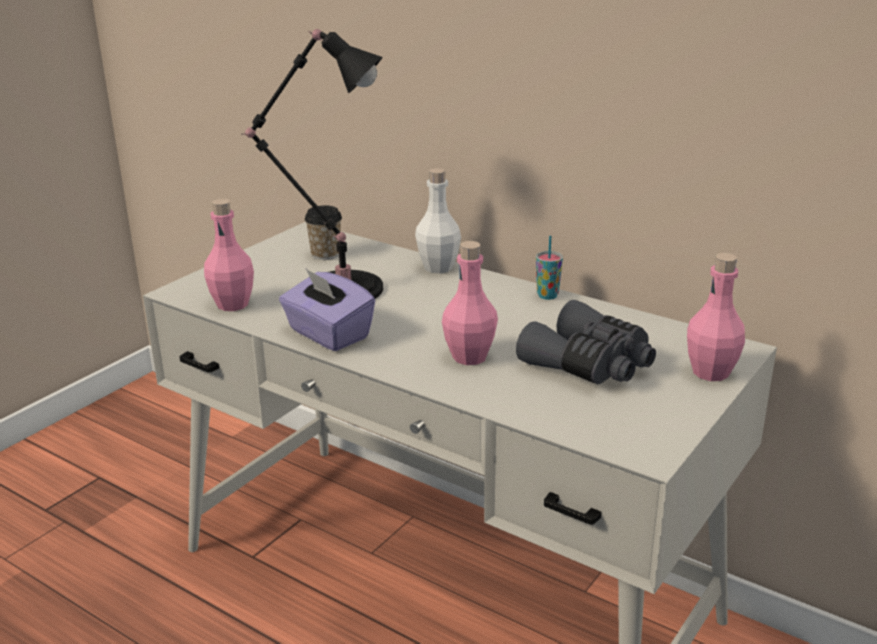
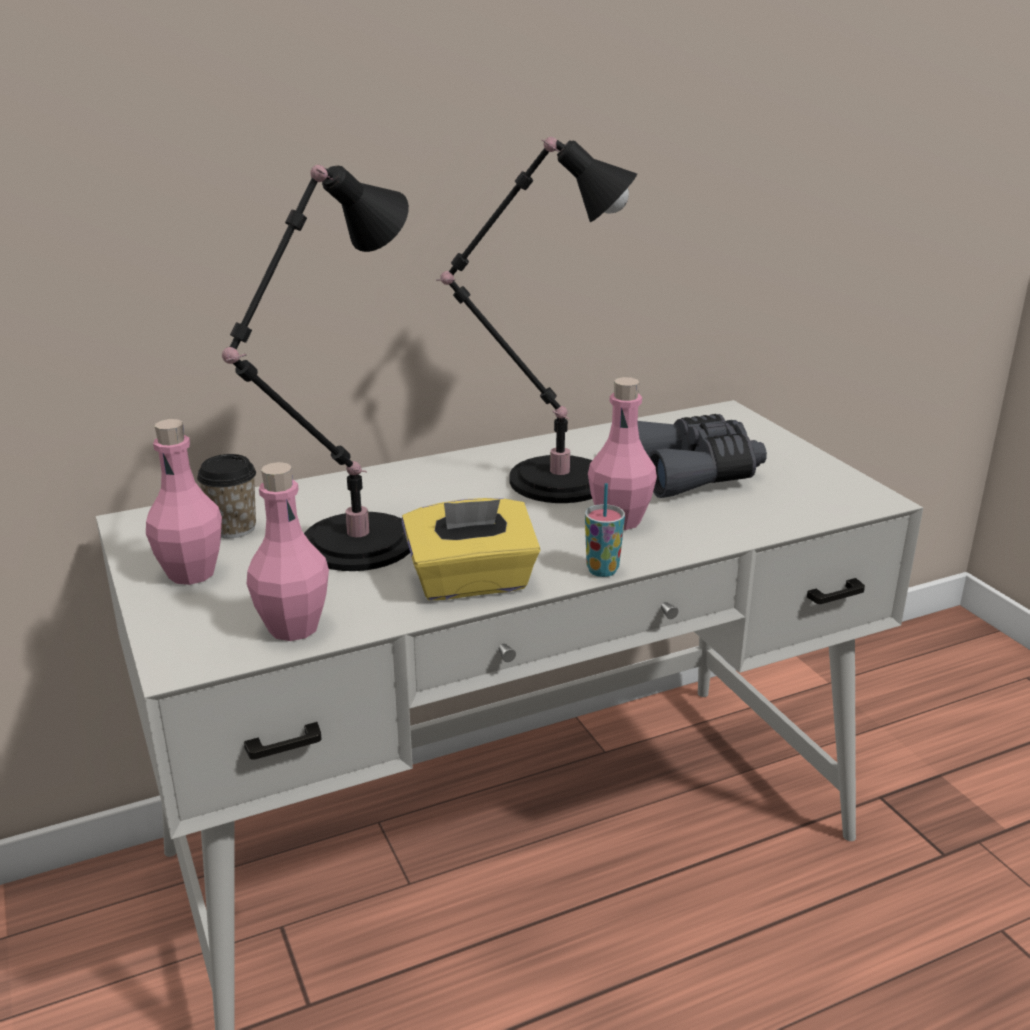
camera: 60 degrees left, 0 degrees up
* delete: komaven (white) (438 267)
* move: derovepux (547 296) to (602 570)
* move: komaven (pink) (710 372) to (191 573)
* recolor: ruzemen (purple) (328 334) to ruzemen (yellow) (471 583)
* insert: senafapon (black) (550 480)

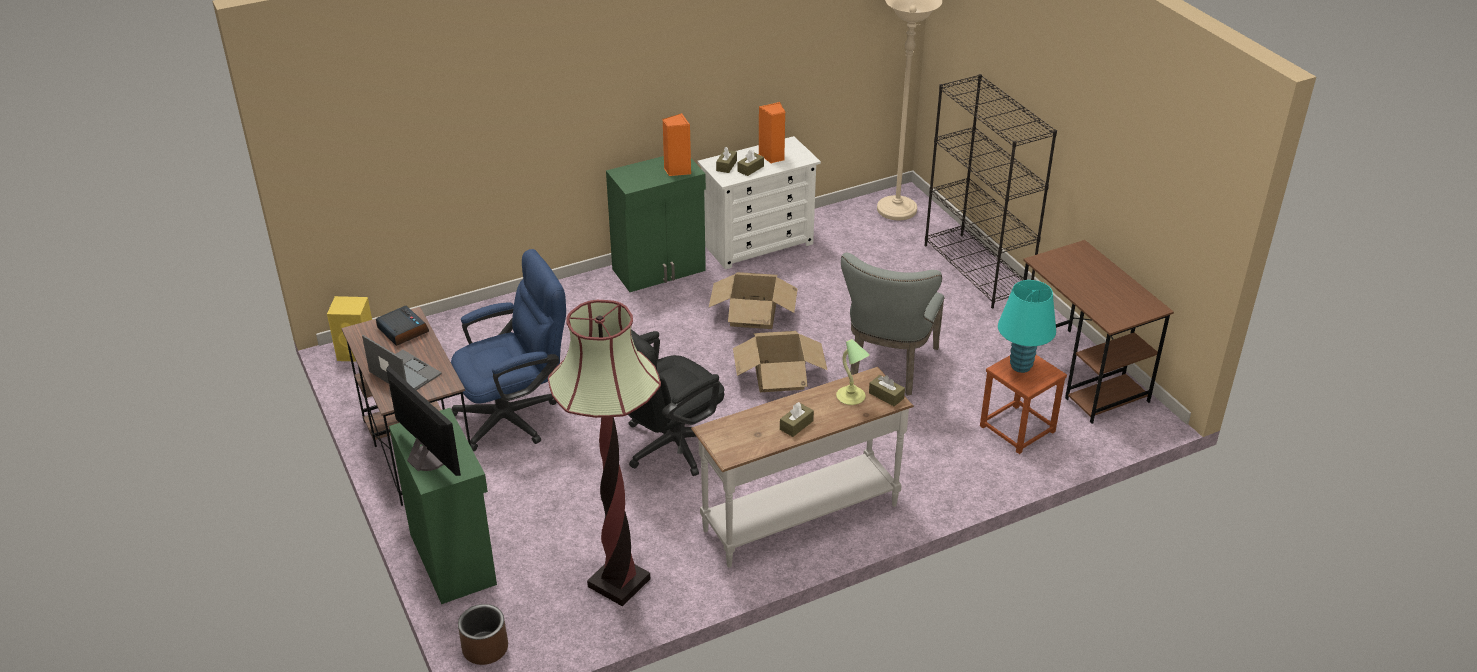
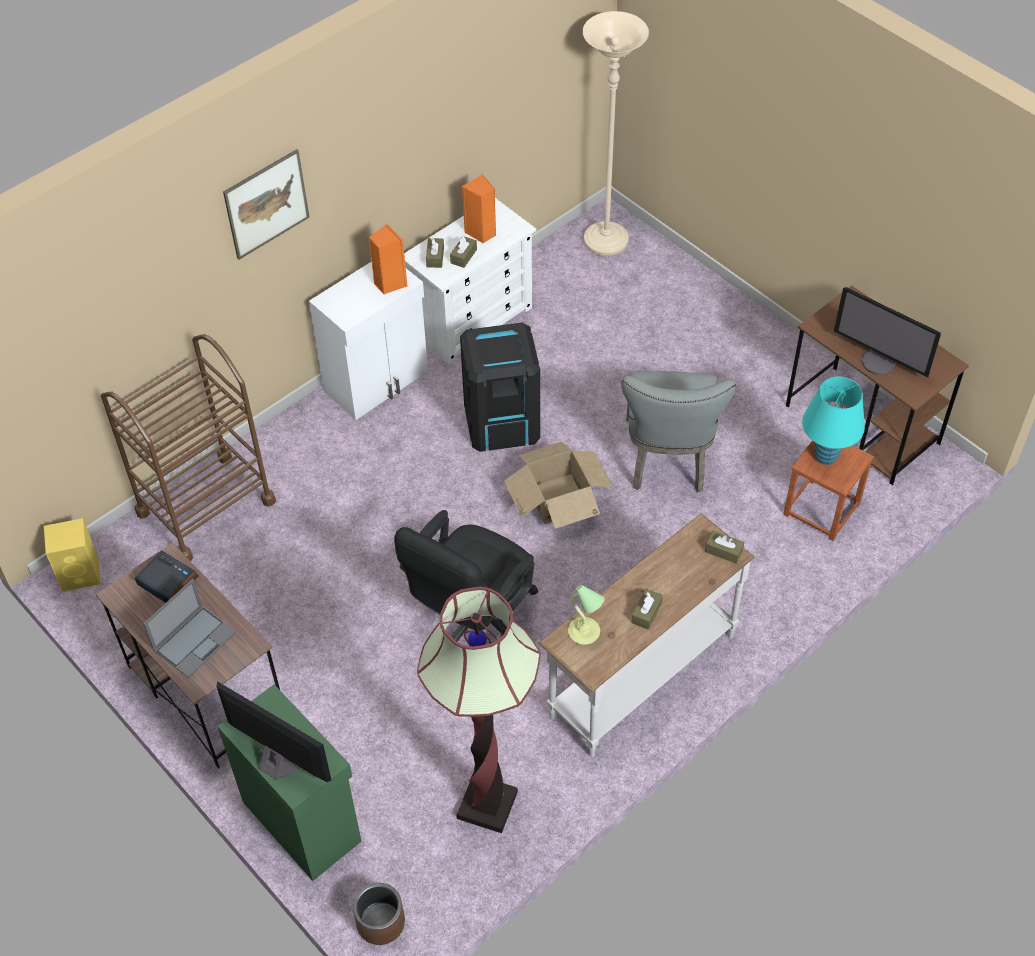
camera: 15 degrees left, 15 degrees up
* delete: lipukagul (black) (977 270)
* recolor: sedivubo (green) (660 270) to sedivubo (white) (378 382)
* delete: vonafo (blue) (515 415)
* replace: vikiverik (753 315) to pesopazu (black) (502 421)
* rotate: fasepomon (404 373) = (195 640) 105 degrees clockwise
* move: senafapon (851 397) to (585 632)
* insert: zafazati (266 204)
* insert: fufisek (879 361)
* insert: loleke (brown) (206 507)

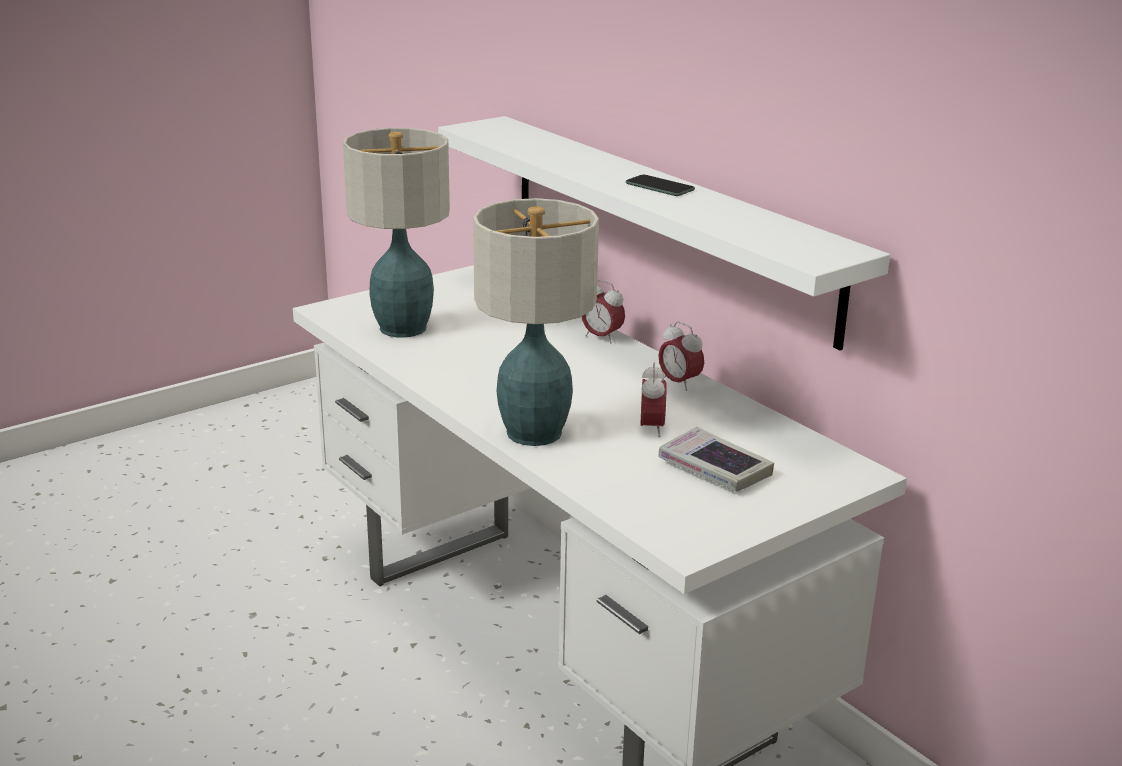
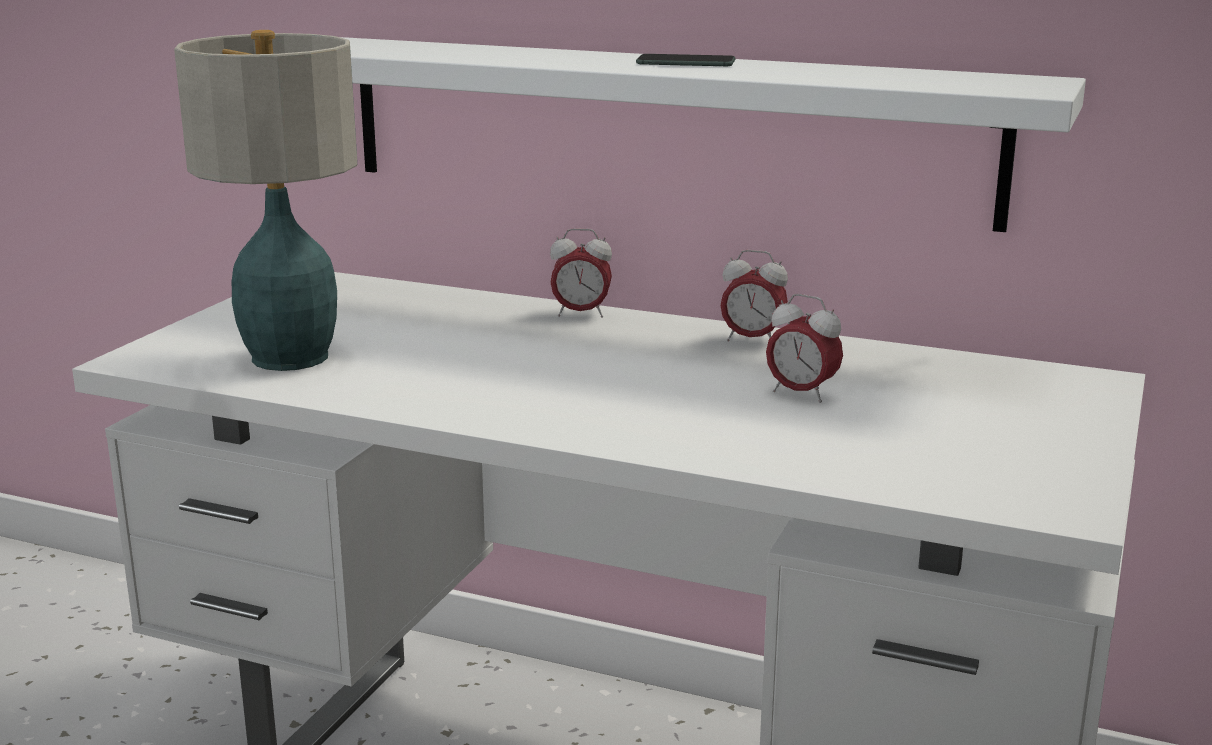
camera: 30 degrees left, 5 degrees down
* delete: senafapon (532 432)
* rotate: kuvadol (651 428) = (801 393) 150 degrees clockwise
* delete: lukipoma (714 468)

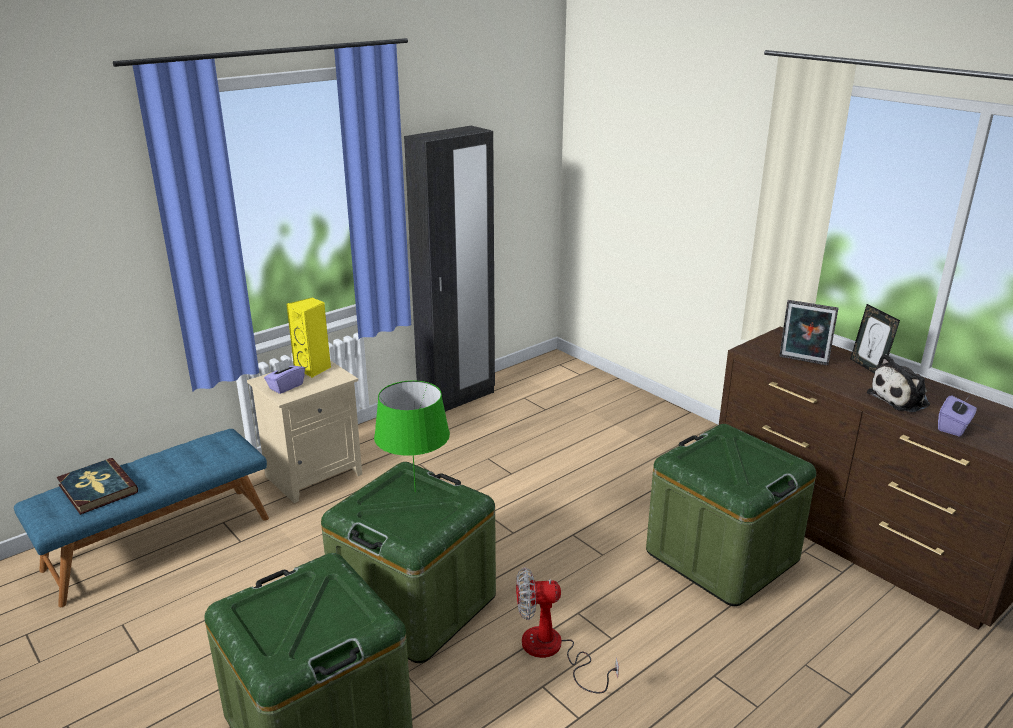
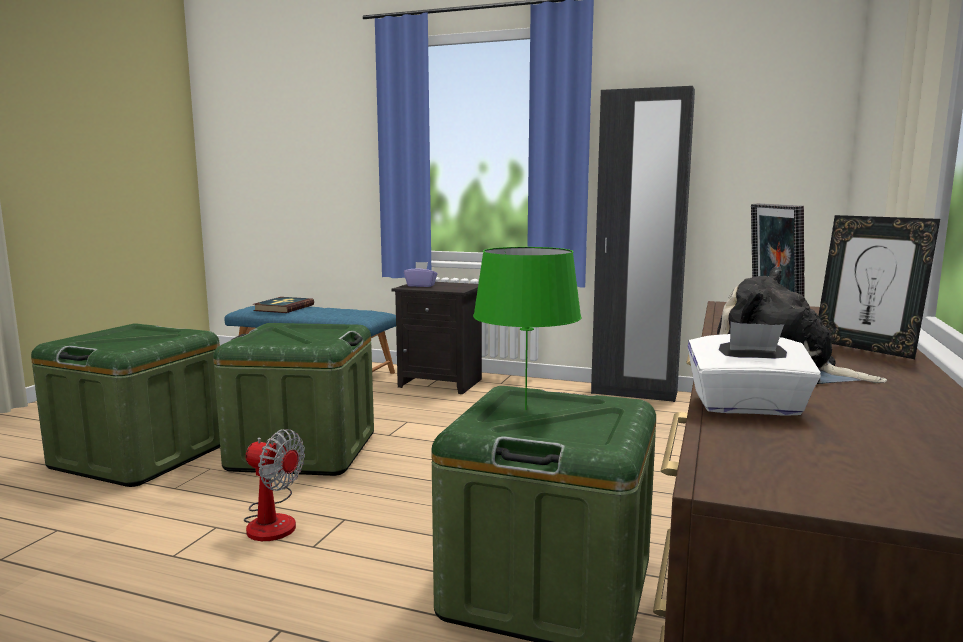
camera: 60 degrees right, 15 degrees down
* delete: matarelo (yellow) (314 369)
* rotate: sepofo (868 367) = (865 348) 75 degrees counterclockwise
* recolor: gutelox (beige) (314 474) to gutelox (black) (442 383)
* move: senafapon (green) (415 491) to (525 409)
* recolor: ruzemen (purple) (953 427) to ruzemen (white) (747 407)
* rotate: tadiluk (552 651) = (272 520) 150 degrees clockwise

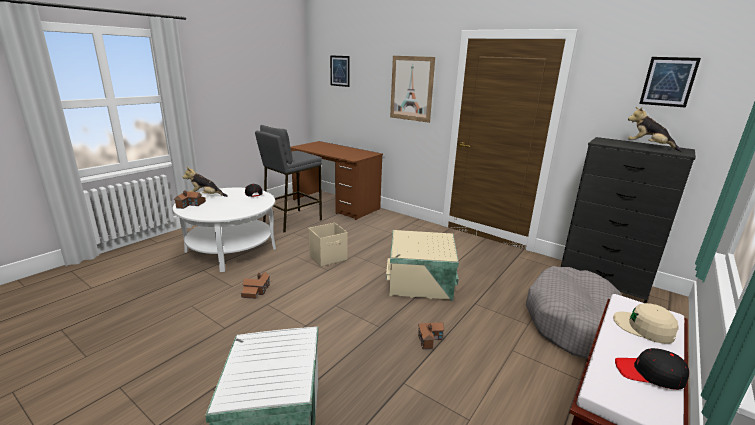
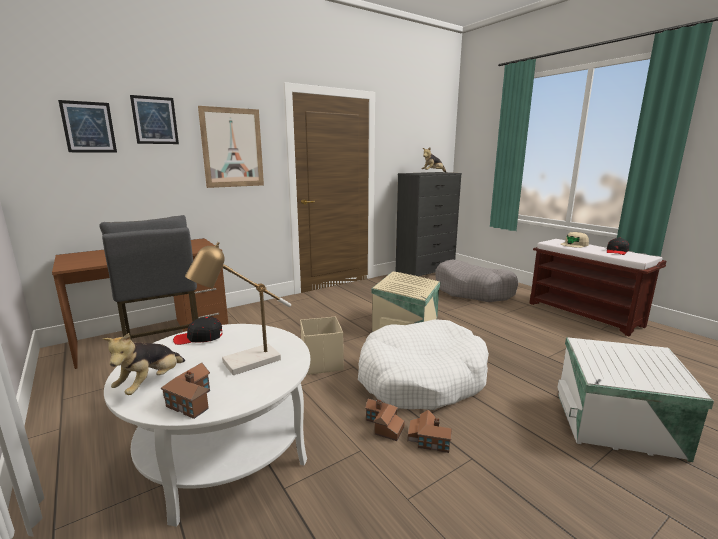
camera: 70 degrees left, 5 degrees down
* move: zafazati (668 81) to (155 120)
* move: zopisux (430 338) to (428 439)
* insert: senafapon (244 364)
* insert: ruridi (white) (421 378)

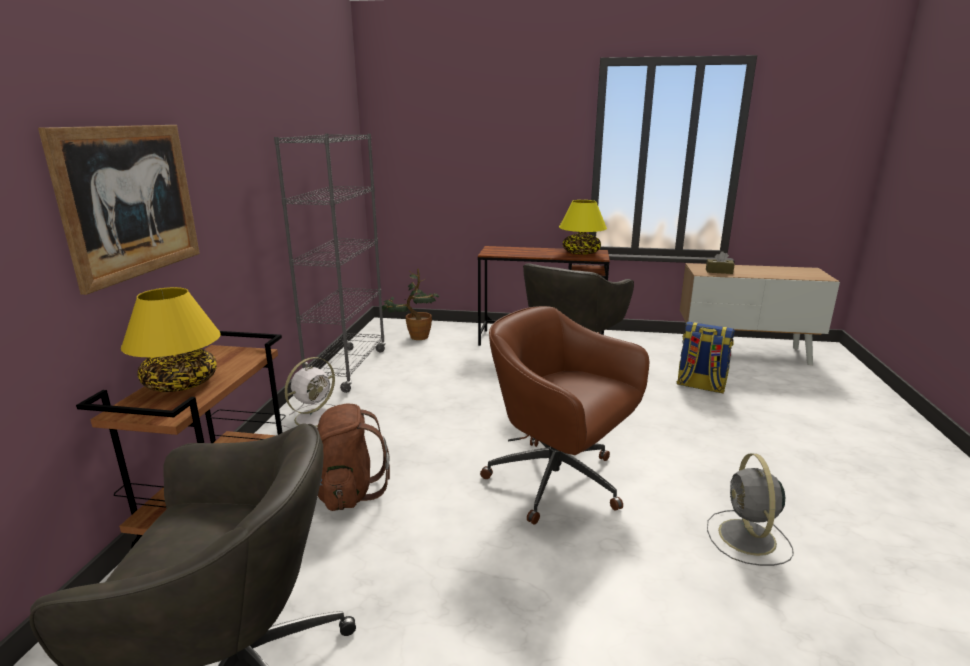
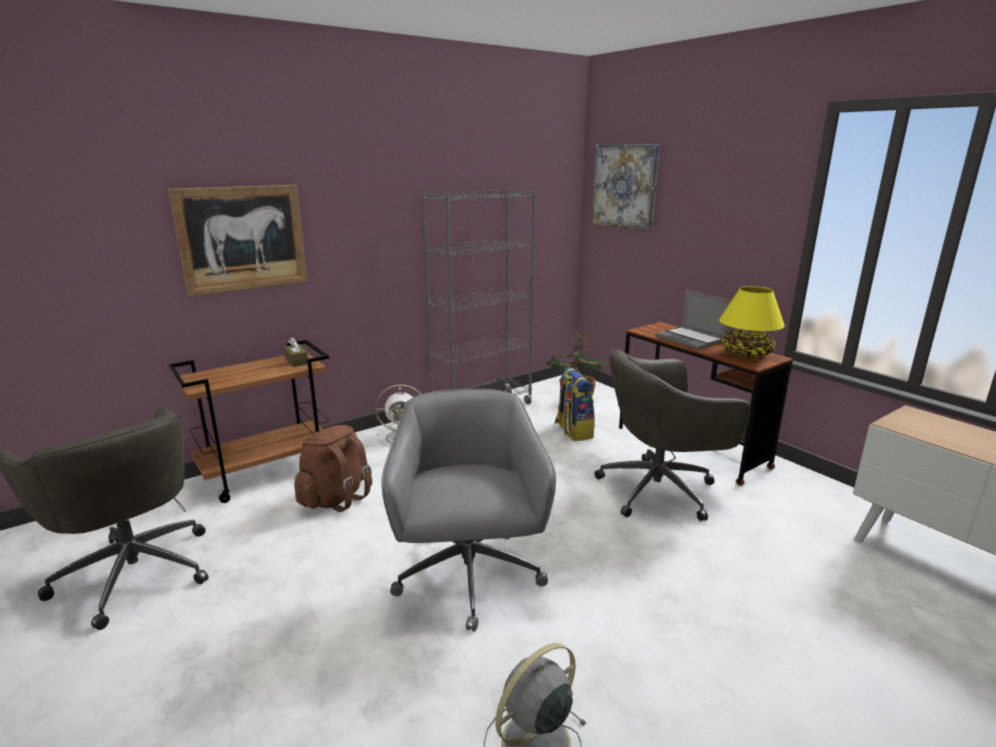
camera: 45 degrees right, 0 degrees up
* move: ruzemen (brown) (719 271) to (296 361)
* delete: senafapon (yellow) (180 383)
* recolor: vonafo (brown) (559 482) to vonafo (grey) (469 578)
* move: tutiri (700 386) to (573 431)
* insert: zafazati (625 186)
* insert: fasepomon (691 339)

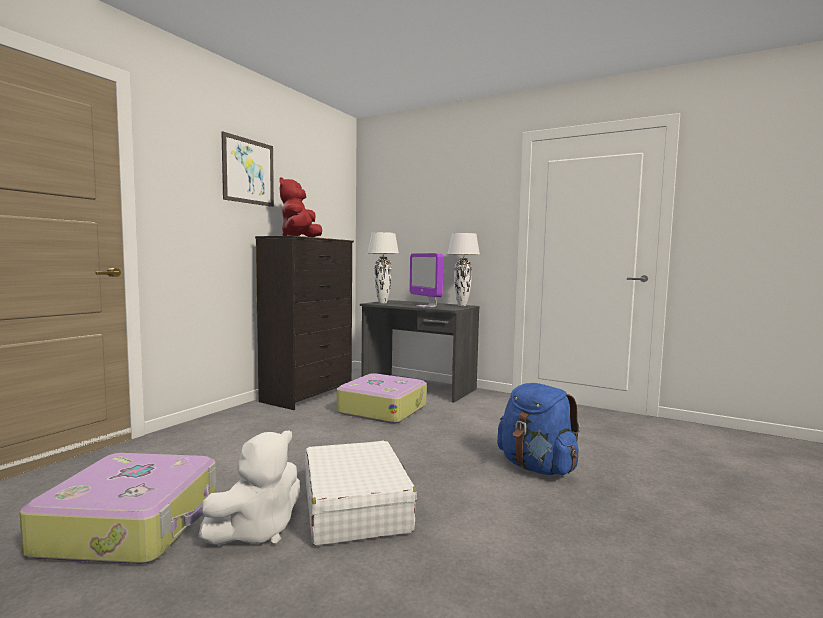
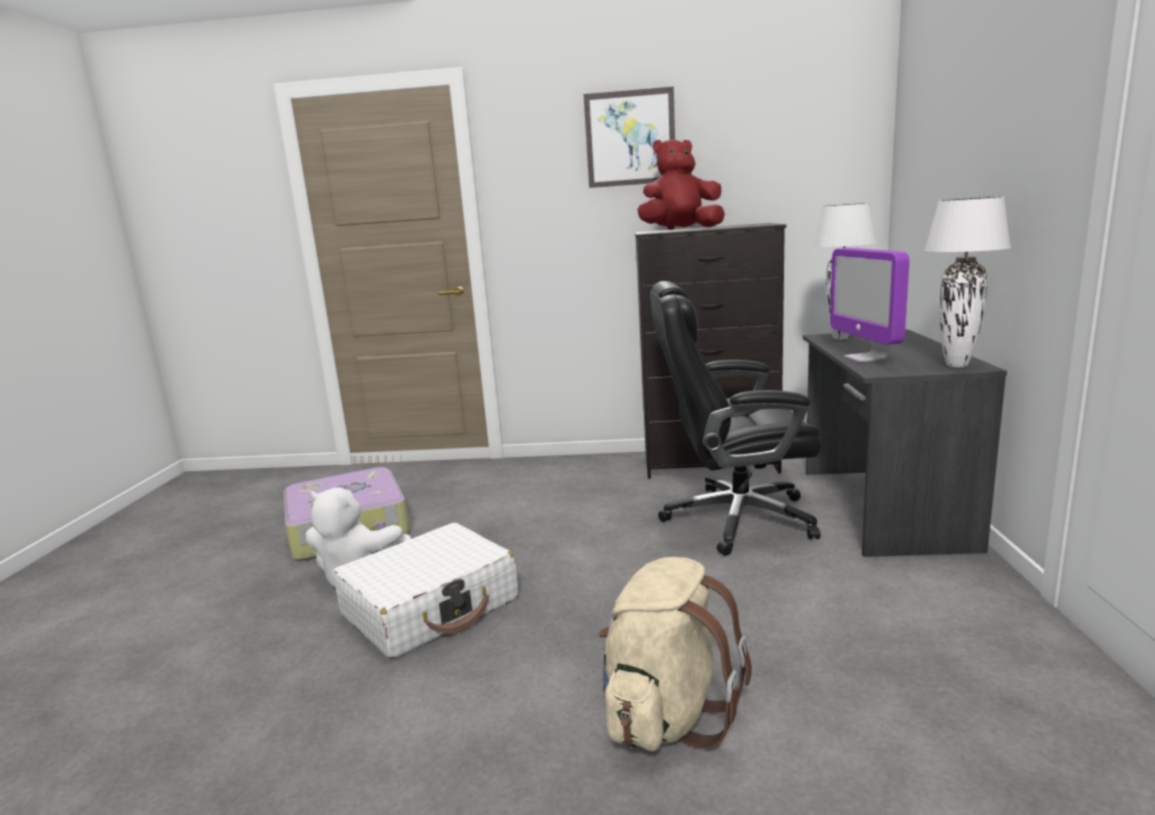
camera: 65 degrees right, 10 degrees up
* rotate: fufisek (426 306) = (866 358) 45 degrees counterclockwise
* replace: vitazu (382 409) to vonafo (black) (735 519)
* recolor: tutiri (blue) (536 467) to tutiri (beige) (666 714)

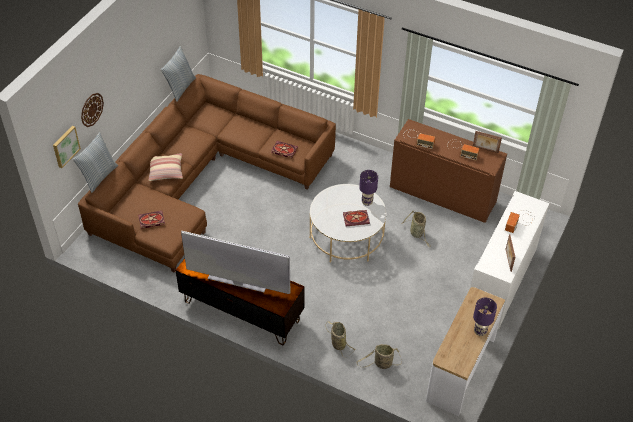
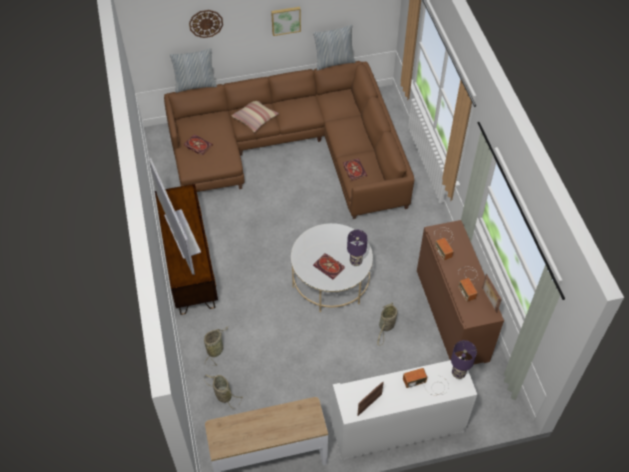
camera: 50 degrees right, 5 degrees up
* move: zafazati (65 146) to (285 20)
* move: senafapon (purple) (480 331) to (458 373)

